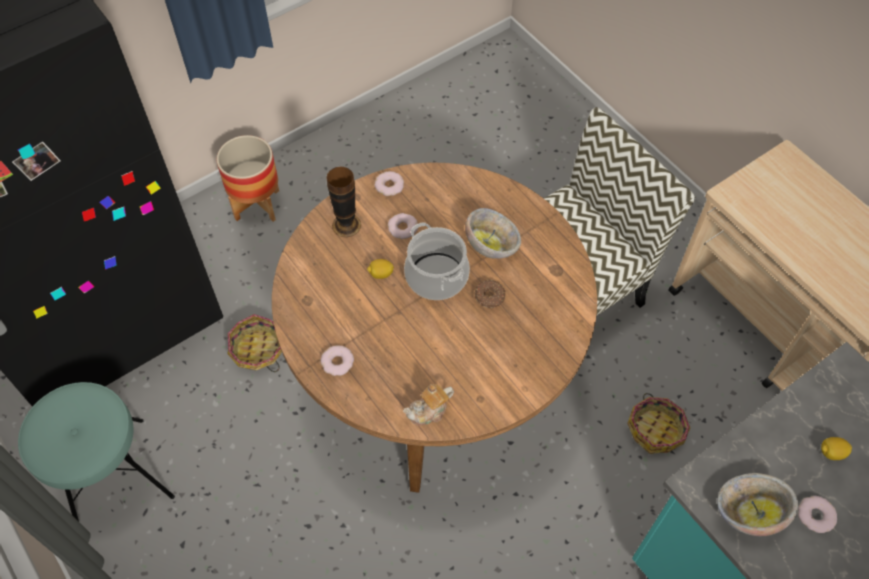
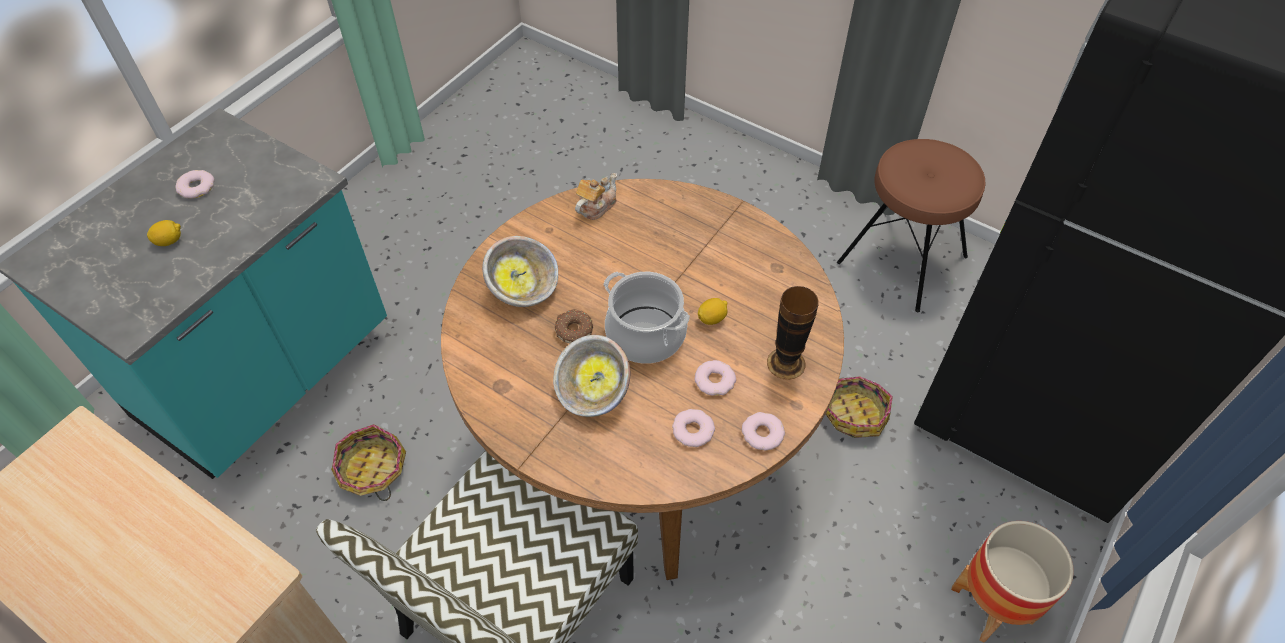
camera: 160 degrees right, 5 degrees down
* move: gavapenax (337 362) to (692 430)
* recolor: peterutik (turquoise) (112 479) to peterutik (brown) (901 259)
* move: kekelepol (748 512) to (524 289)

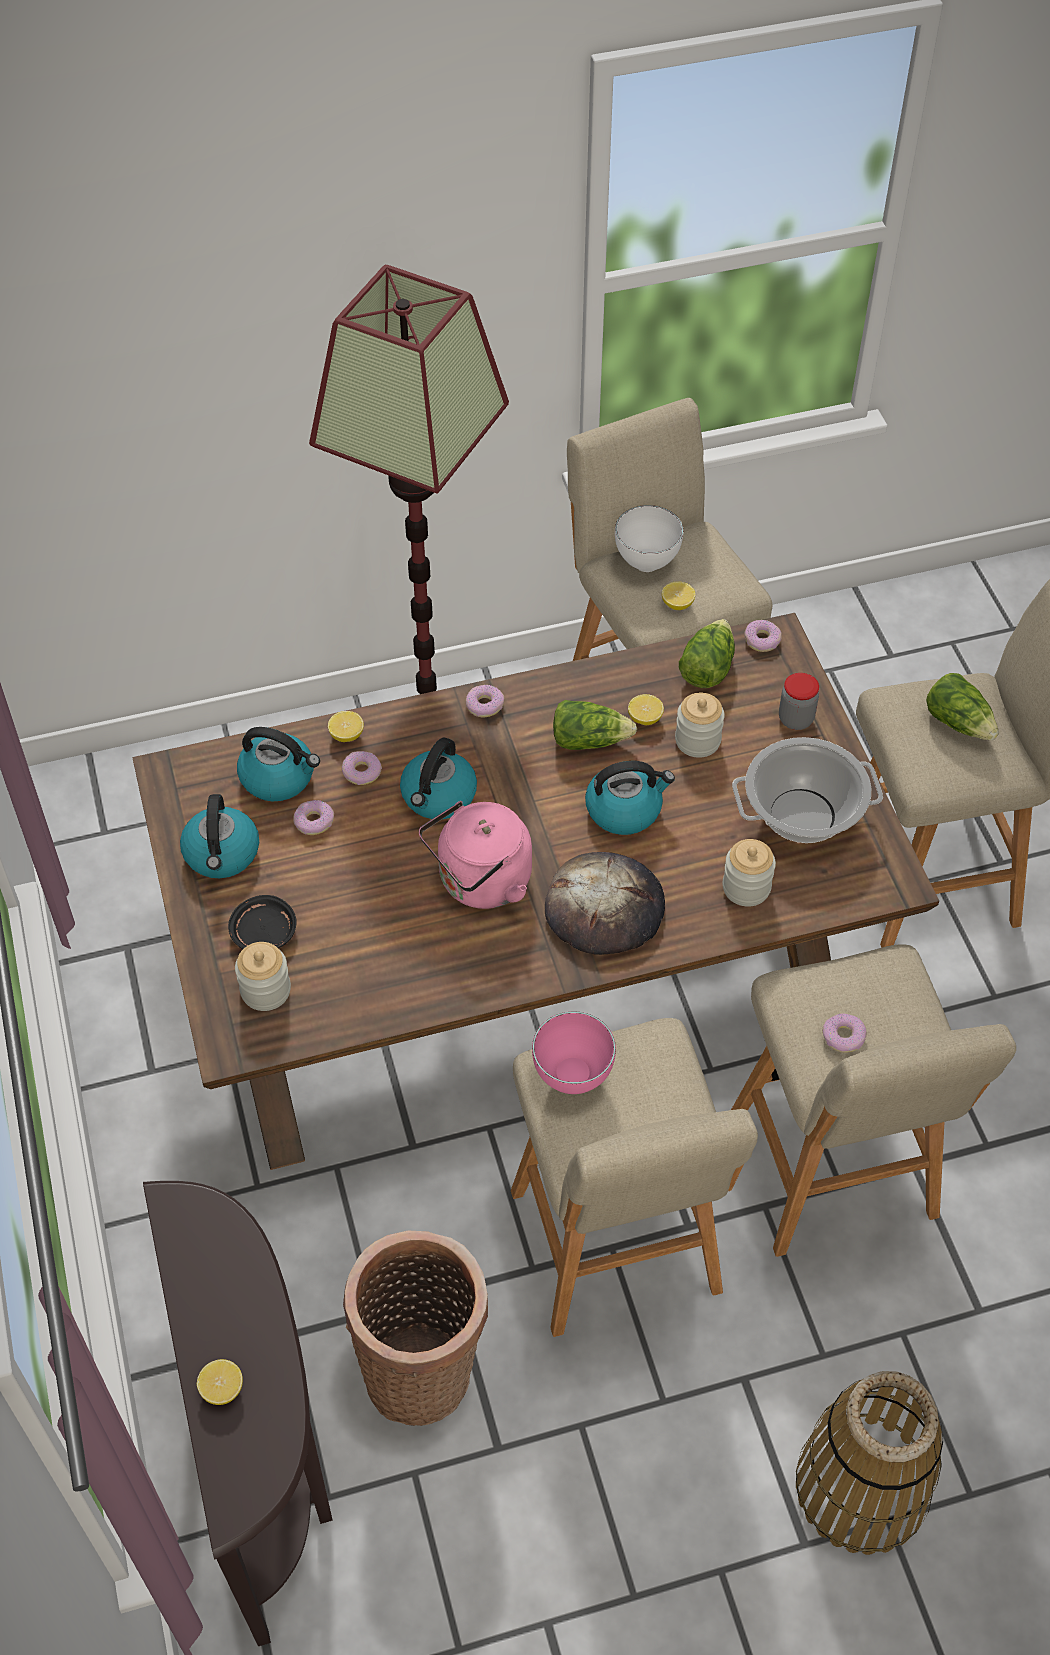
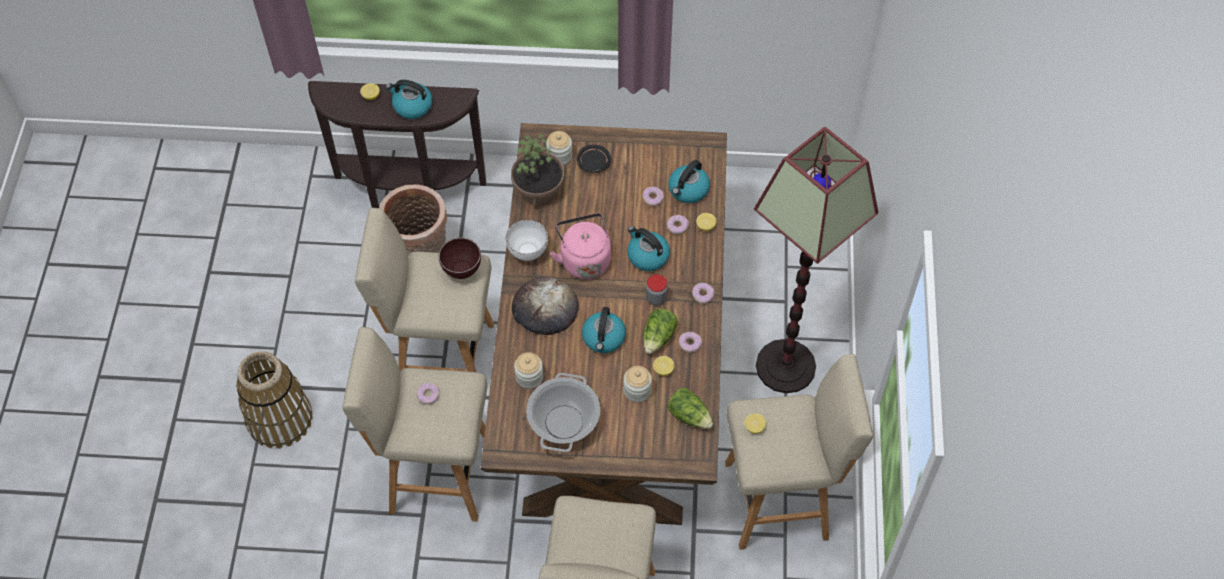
camera: 110 degrees right, 5 degrees up
* move: kekelepol (white) (645 563) to (529 253)
* move: gavapenax (762 640) to (690 344)
* move: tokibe (795 719) to (656 298)
* delete: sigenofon (959 722)
* move: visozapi (222 854) to (412 106)
* recolor: kekelepol (pink) (574 1078) to kekelepol (brown) (461 271)
* insert: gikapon (539 190)

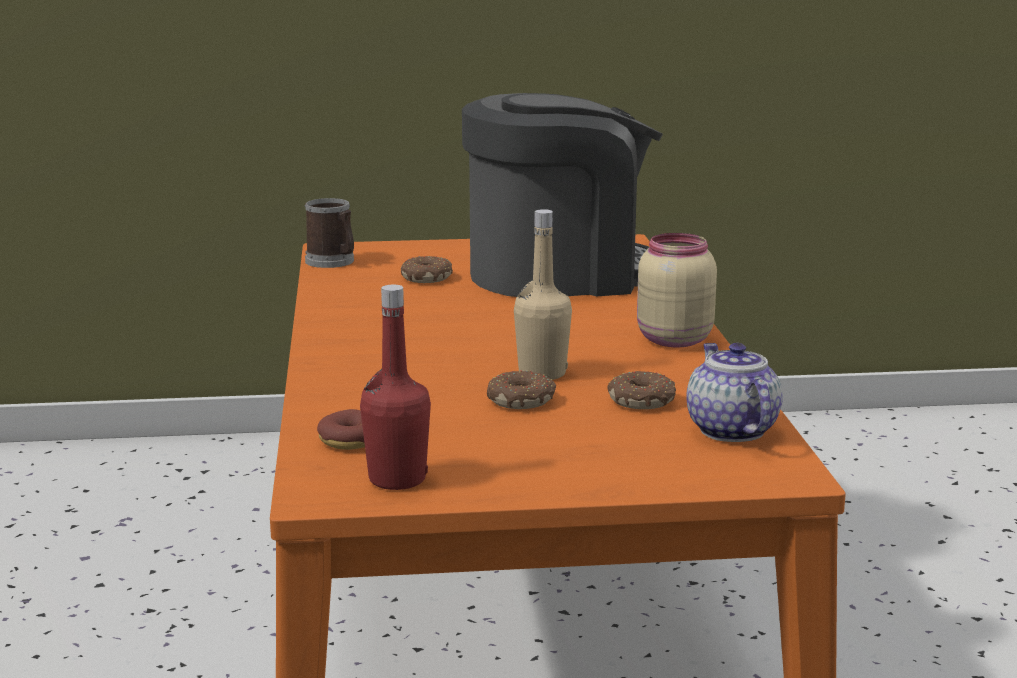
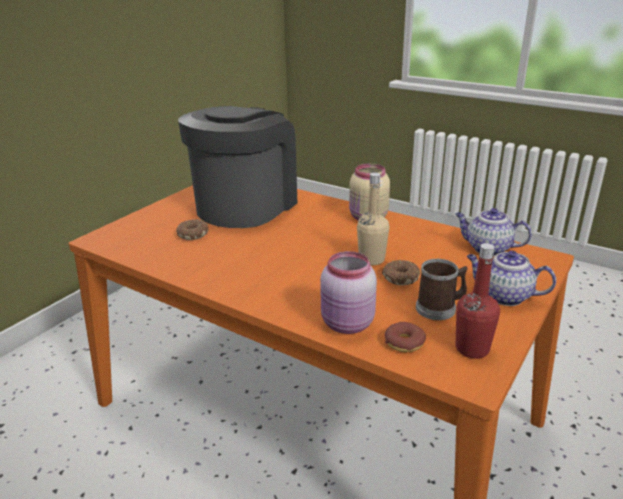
camera: 50 degrees left, 10 degrees up
* move: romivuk (333 262) to (440 308)
* delete: gavapenax (643 401)
* insert: tokibe (pink) (347 324)
* insert: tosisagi (504 296)

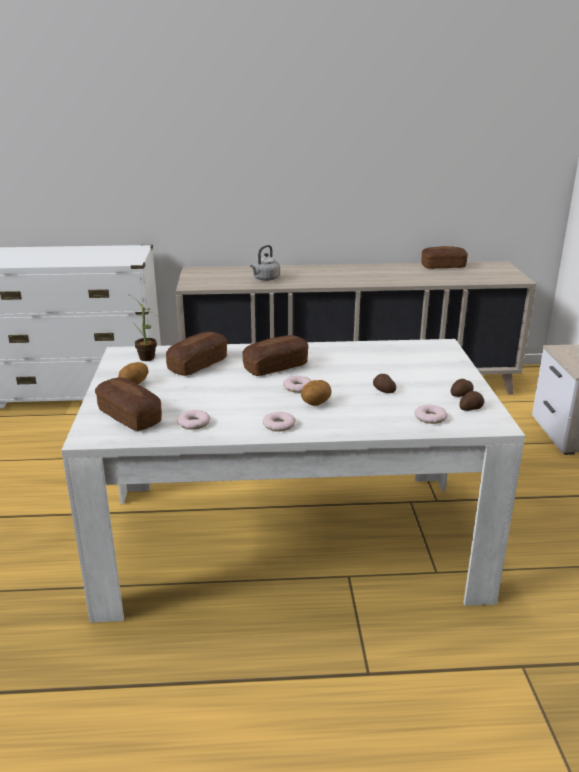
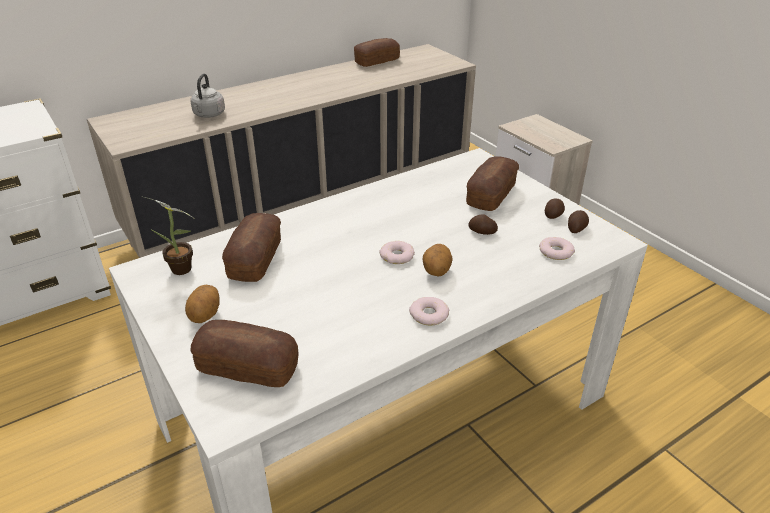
camera: 30 degrees left, 10 degrees up
* move: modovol (276 367) to (491 195)
* delete: gavapenax (194 423)

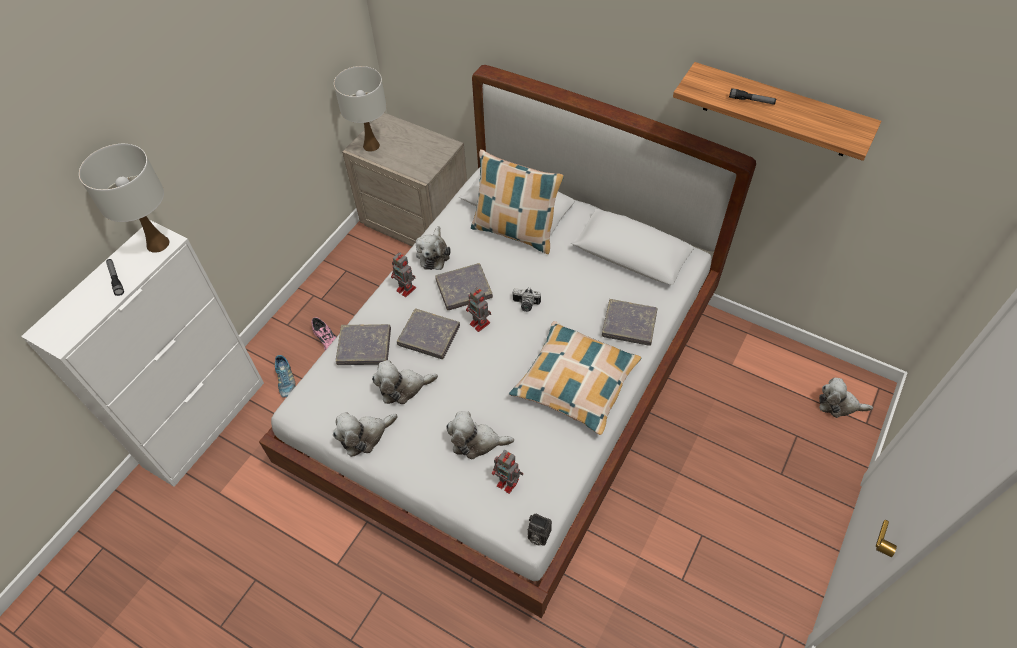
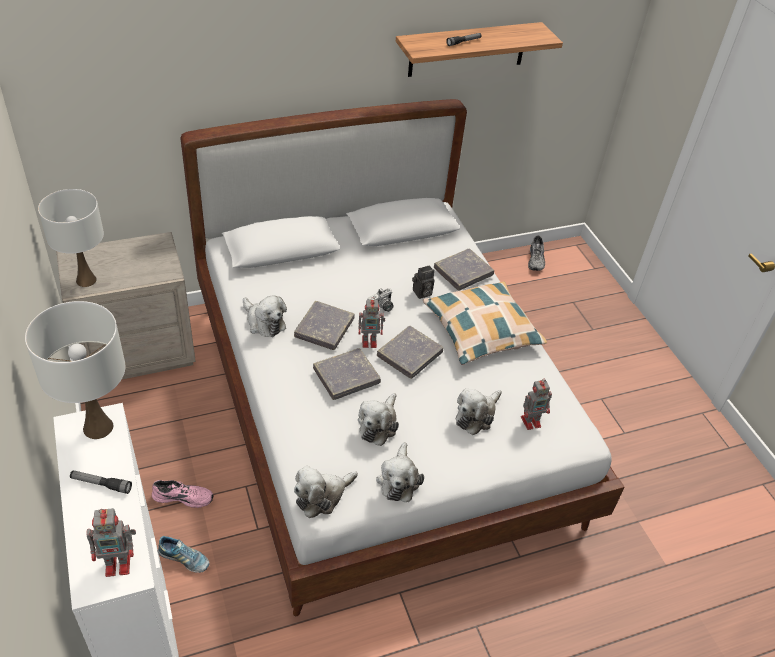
camera: 55 degrees left, 10 degrees down
* delete: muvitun (515 232)
* move: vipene (407 289) to (120 563)
* move: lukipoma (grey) (364 347) to (410 355)
* move: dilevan (838 405) to (322 496)
* move: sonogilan (537 535) to (421 293)
* insert: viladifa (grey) (536 260)

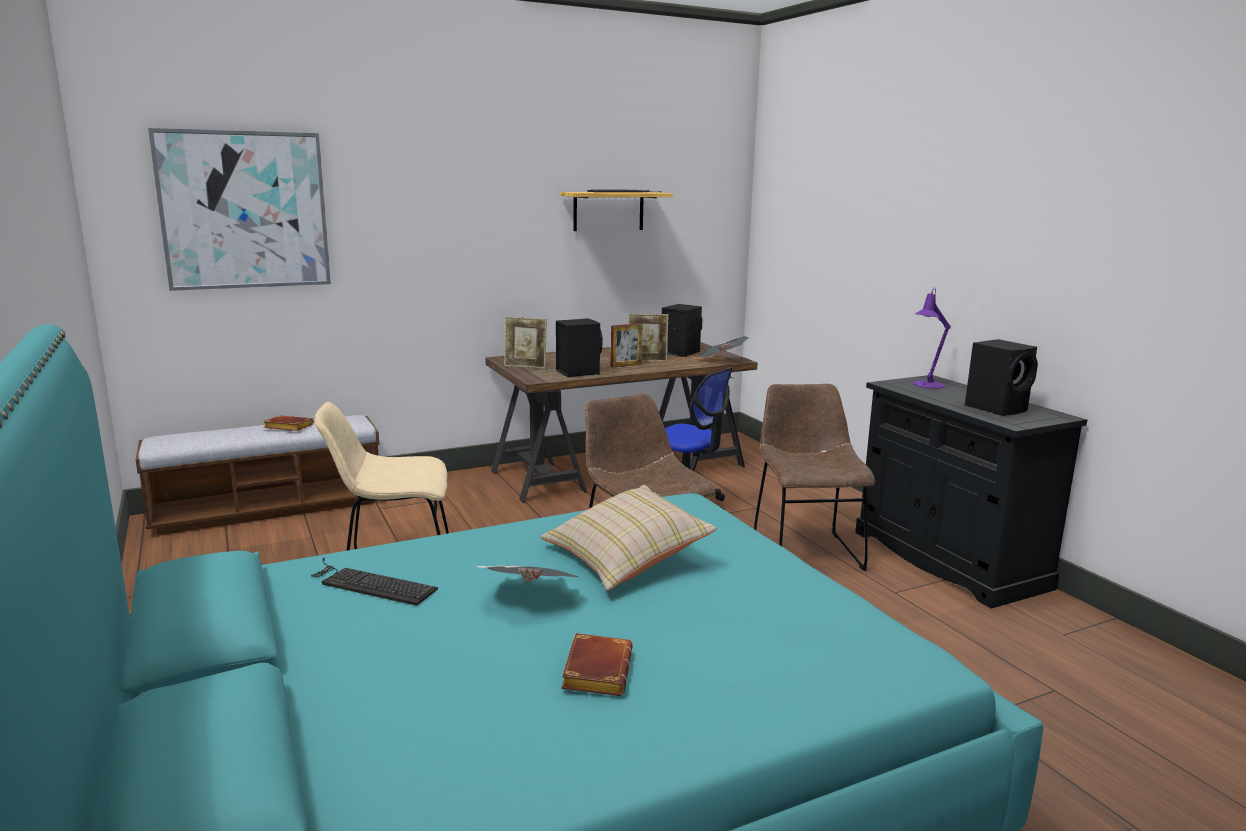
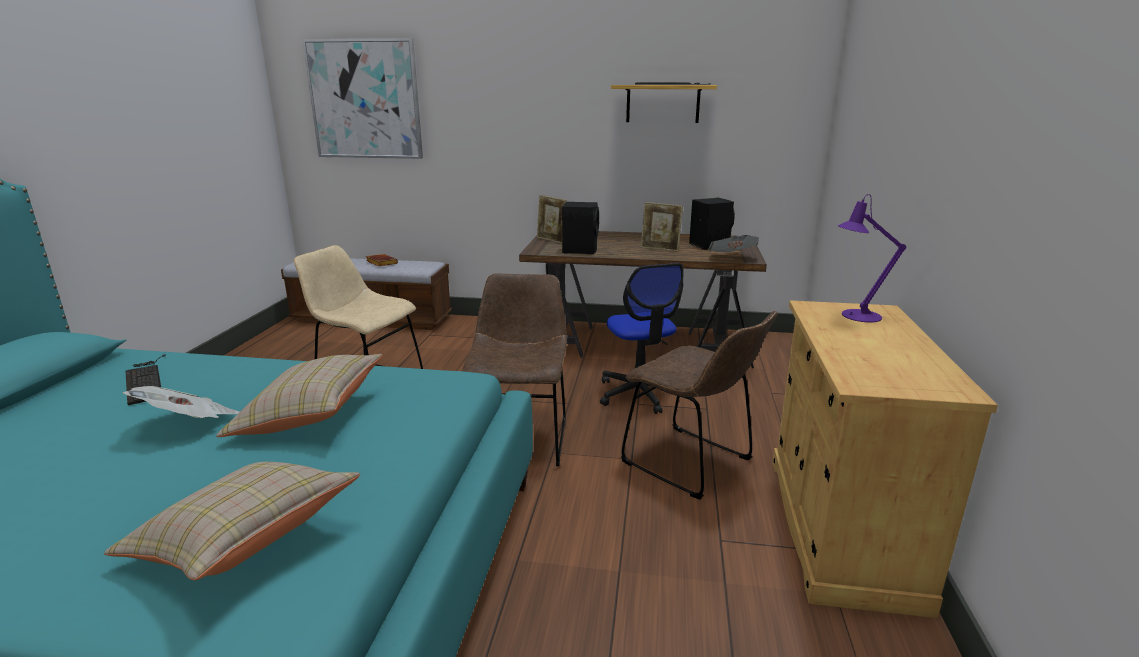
camera: 35 degrees right, 5 degrees up
* delete: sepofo (626 365)
* delete: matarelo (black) (997 408)
* recolor: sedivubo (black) (948 559) to sedivubo (beige) (839 527)
* rotate: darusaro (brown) (805 550) = (692 464) 105 degrees clockwise
* delete: lukipoma (brown) (595 670)
* insert: muvitun (beige) (244 542)

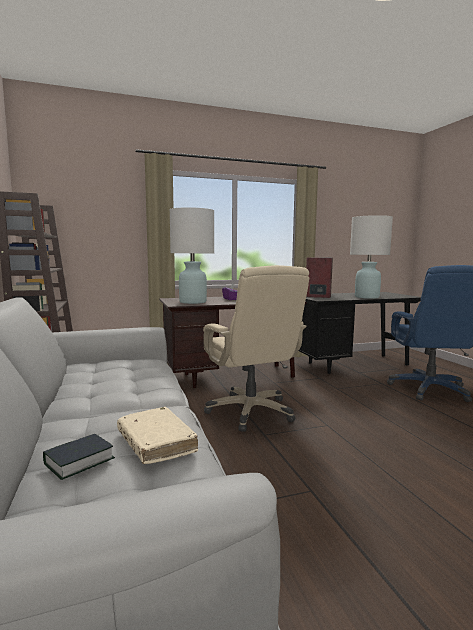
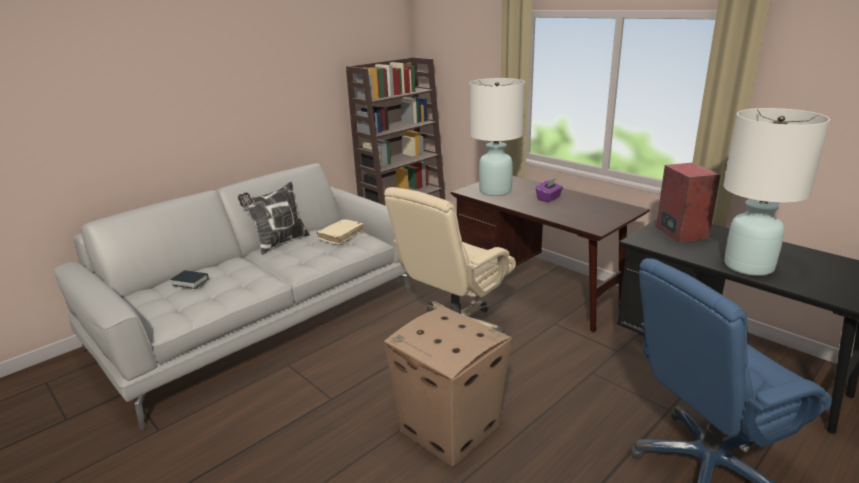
camera: 65 degrees right, 15 degrees up
* move: lukipoma (beige) (156 443) to (341 235)
* insert: muvitun (279 243)
* insert: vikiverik (450 429)

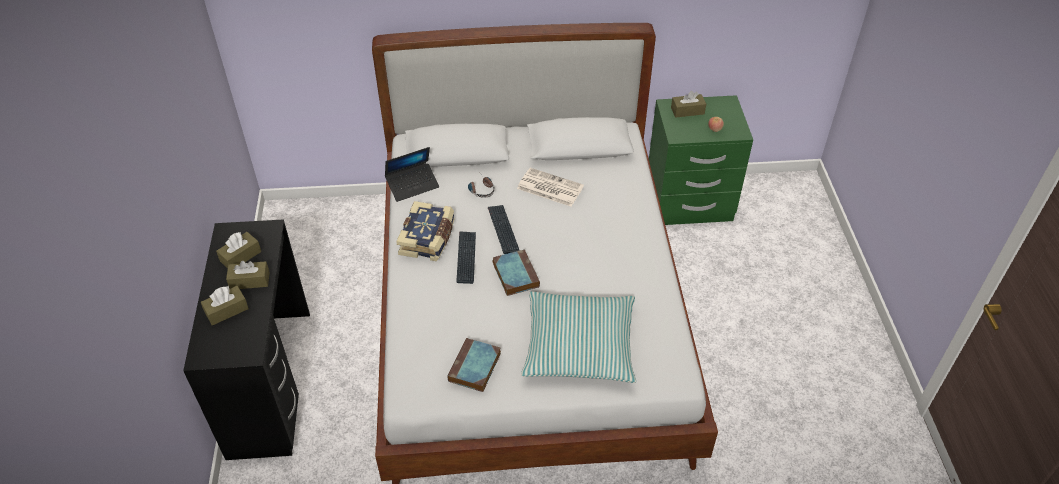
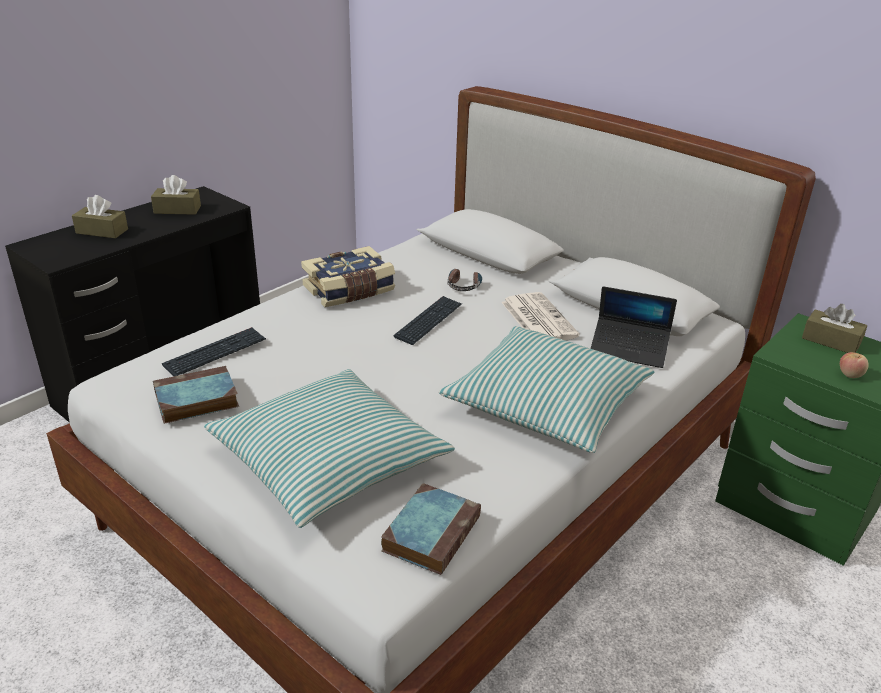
camera: 45 degrees right, 15 degrees down
* move: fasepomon (412 185) to (629 349)
* move: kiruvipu (466 257) to (215 353)
* move: lukipoma (515 274) to (431 532)
* delete: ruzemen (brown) (250 281)
* insert: muvitun (546 403)

